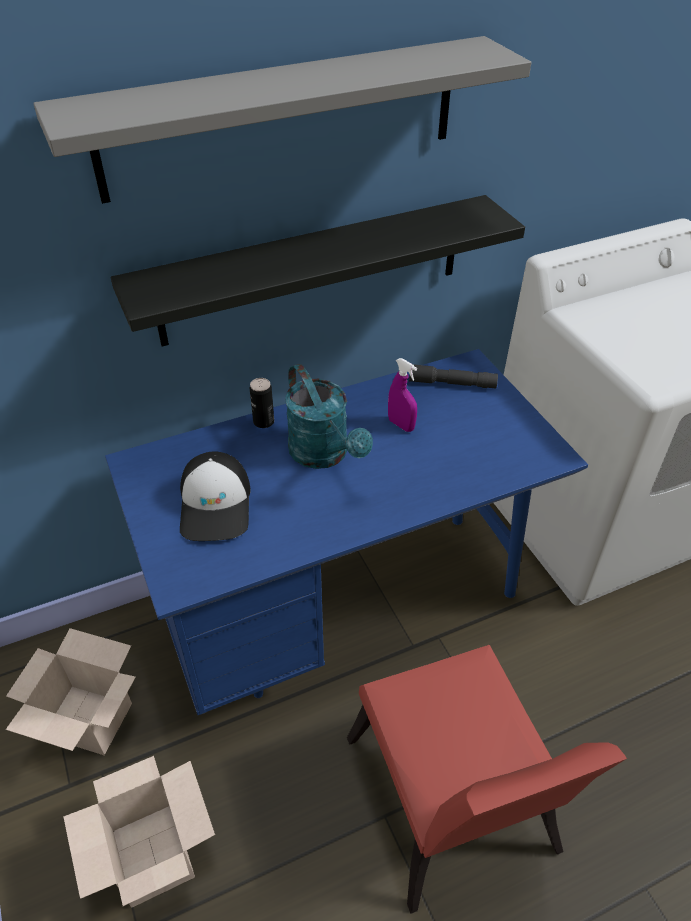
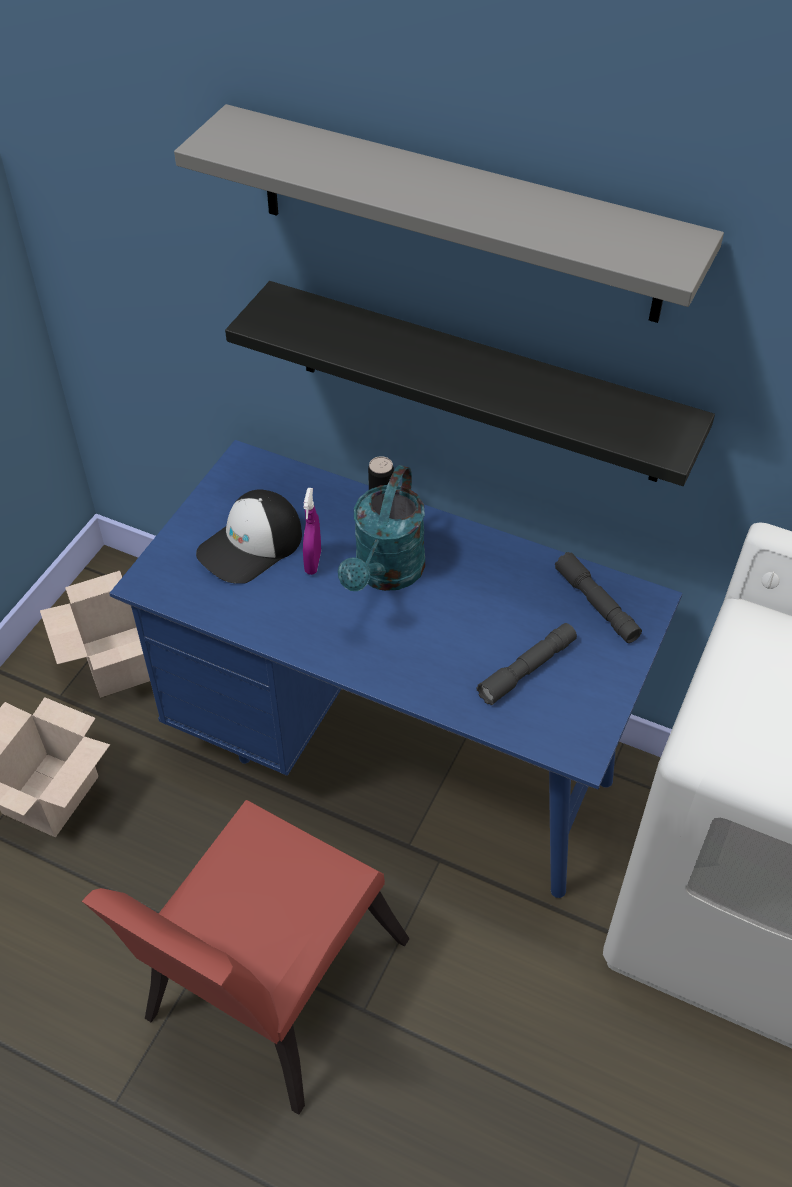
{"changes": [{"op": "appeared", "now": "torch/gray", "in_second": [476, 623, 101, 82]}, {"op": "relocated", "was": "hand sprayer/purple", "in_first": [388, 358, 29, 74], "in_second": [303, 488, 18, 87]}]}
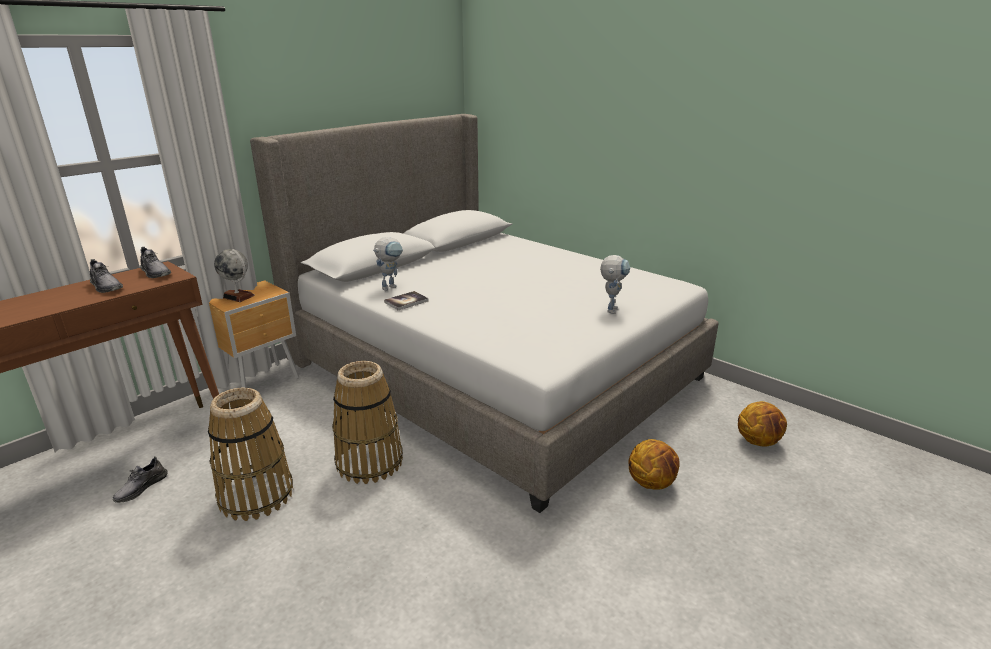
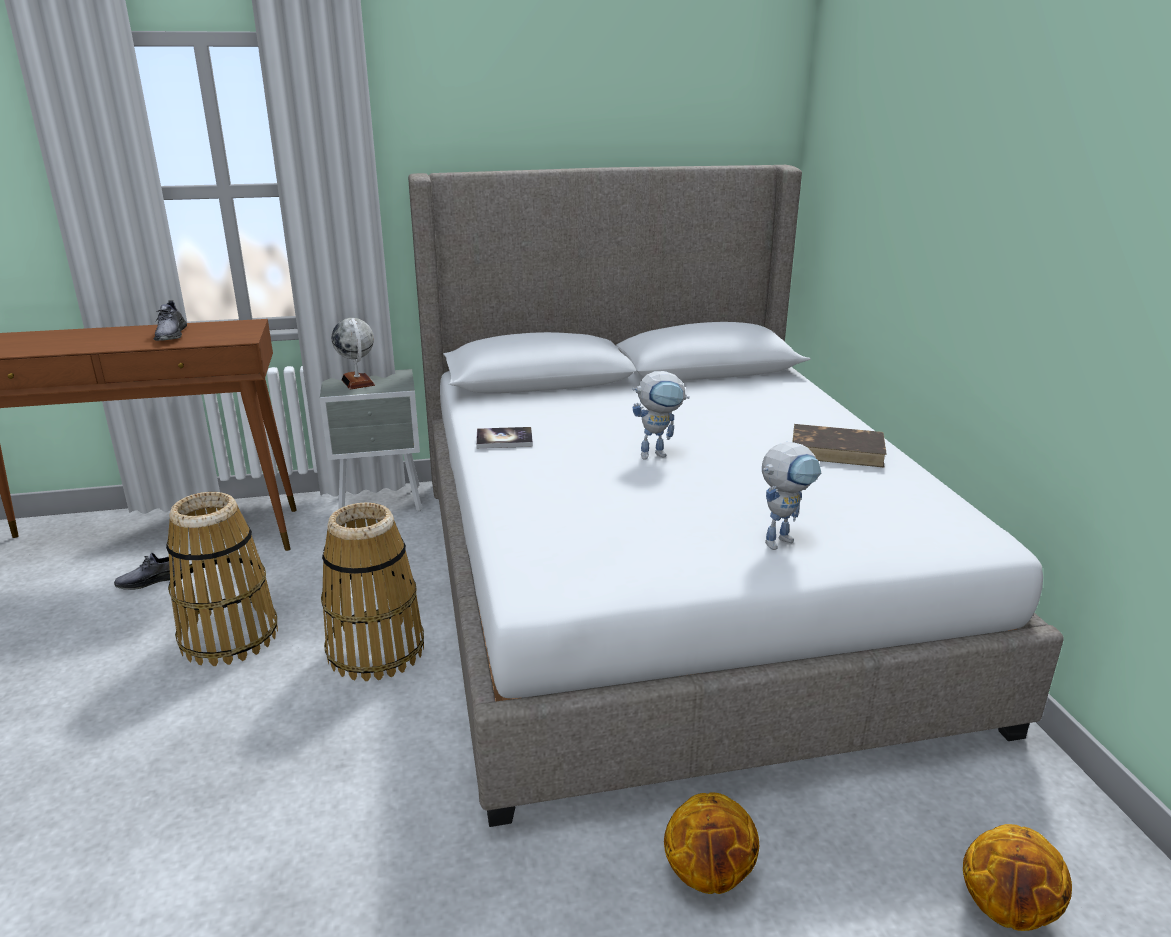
{"changes": [{"op": "missing", "was": "low shoe/gray", "in_first": [140, 247, 31, 31]}, {"op": "appeared", "now": "volume/brown-coloured", "in_second": [793, 424, 94, 44]}, {"op": "relocated", "was": "toy robot", "in_first": [373, 237, 30, 54], "in_second": [632, 371, 58, 89]}, {"op": "colour", "was": "bedside table/brown-coloured", "now": "bedside table/gray", "in_first": [209, 280, 90, 108], "in_second": [320, 369, 102, 143]}]}
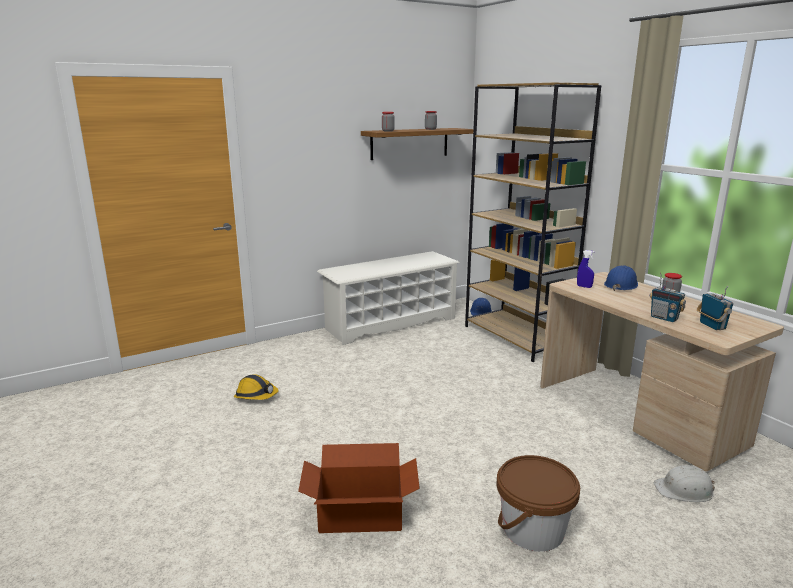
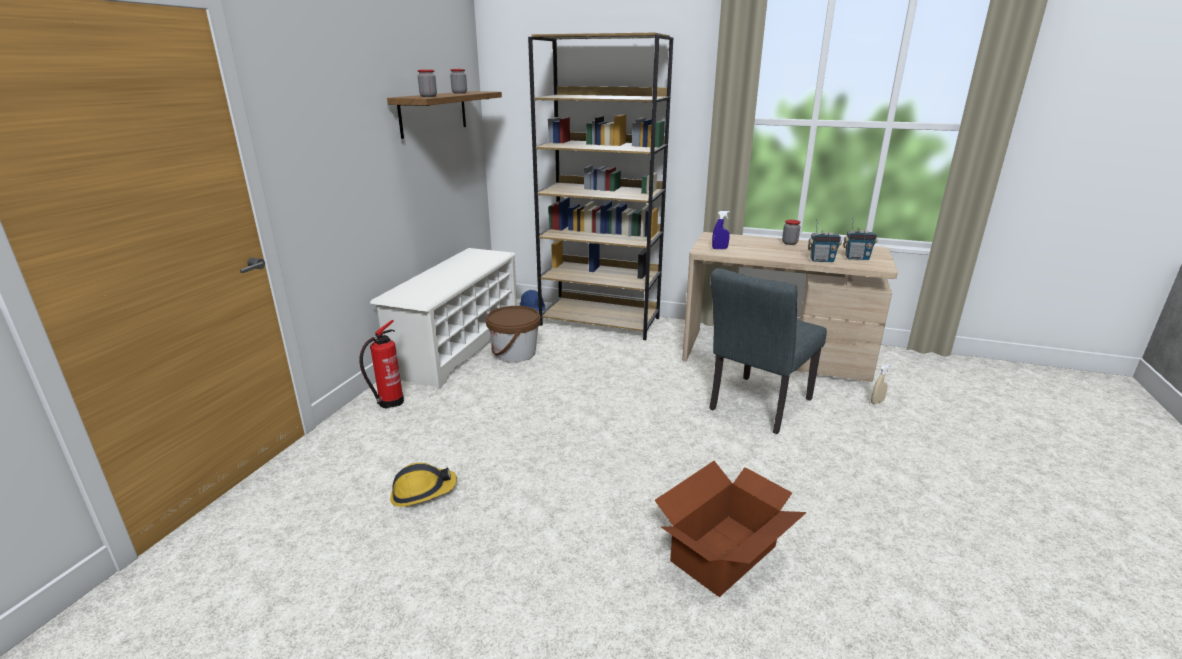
{"changes": [{"op": "missing", "was": "safety helmet/blue", "in_first": [604, 265, 34, 26]}, {"op": "appeared", "now": "extinguisher", "in_second": [359, 320, 45, 89]}, {"op": "appeared", "now": "upright chair/gray", "in_second": [709, 268, 118, 166]}, {"op": "relocated", "was": "bucket/brown-coloured", "in_first": [497, 455, 83, 97], "in_second": [486, 306, 55, 56]}, {"op": "exchanged", "was": "safety helmet/whitish", "now": "hand sprayer/beige", "in_first": [654, 465, 61, 37], "in_second": [871, 364, 20, 40]}, {"op": "spun", "was": "radio receiver", "in_first": [697, 286, 36, 44], "in_second": [843, 217, 35, 43], "clockwise": 150}]}
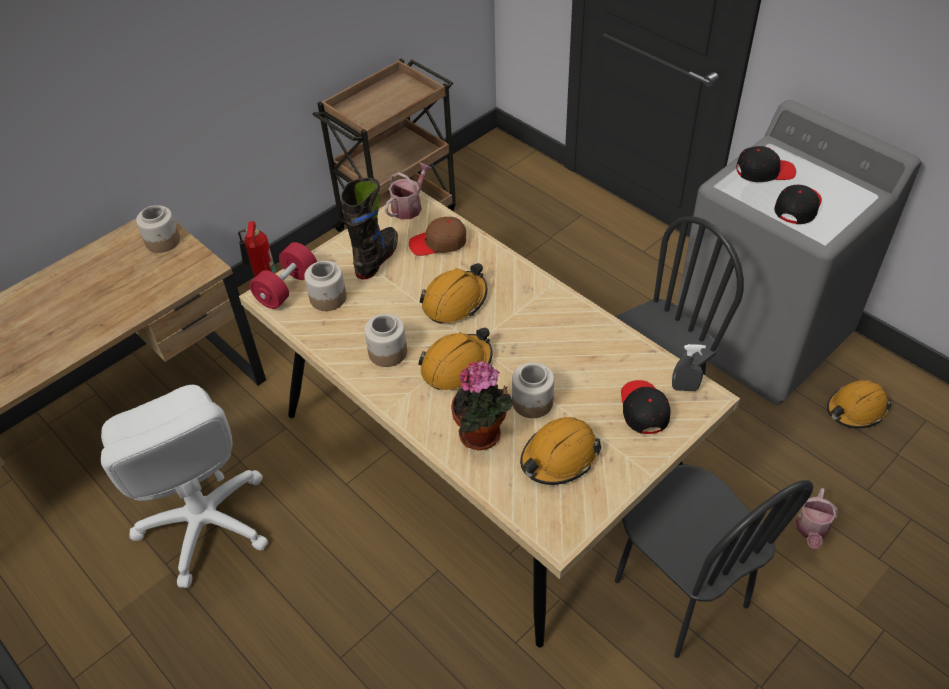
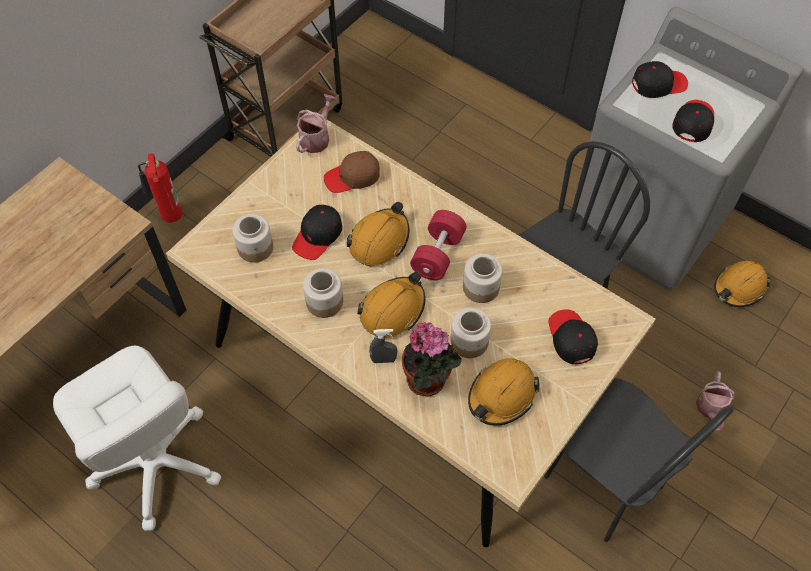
{"changes": [{"op": "missing", "was": "tall boot/blackish", "in_first": [341, 178, 57, 101]}, {"op": "appeared", "now": "cap/blackish", "in_second": [292, 205, 50, 55]}, {"op": "relocated", "was": "storage jar", "in_first": [136, 205, 44, 48], "in_second": [463, 254, 39, 49]}, {"op": "relocated", "was": "dumbbell/red", "in_first": [249, 242, 68, 67], "in_second": [410, 210, 56, 70]}, {"op": "relocated", "was": "hand sprayer/gray", "in_first": [672, 344, 34, 47], "in_second": [369, 329, 28, 34]}]}
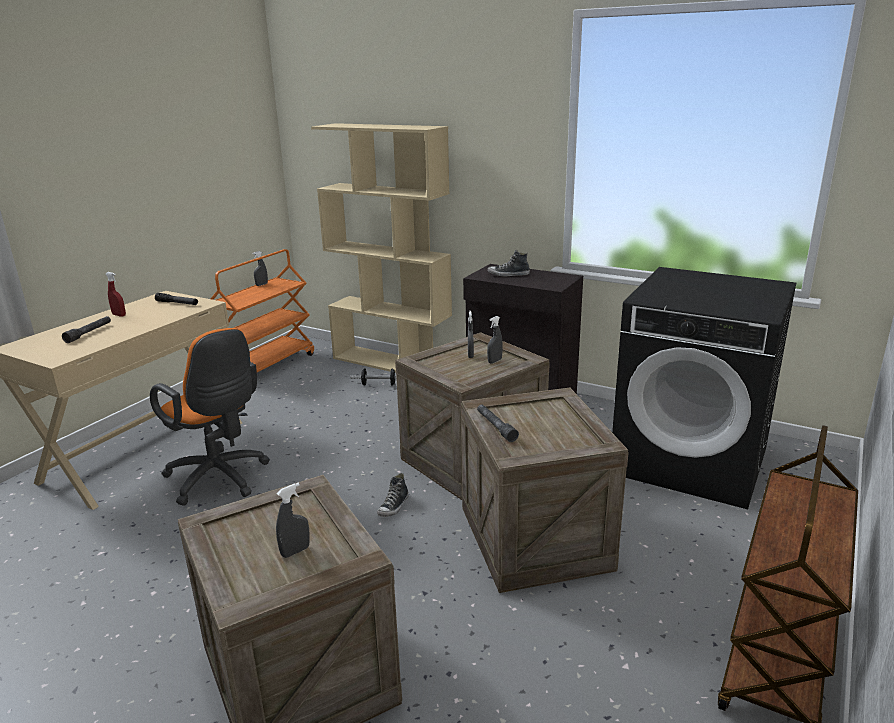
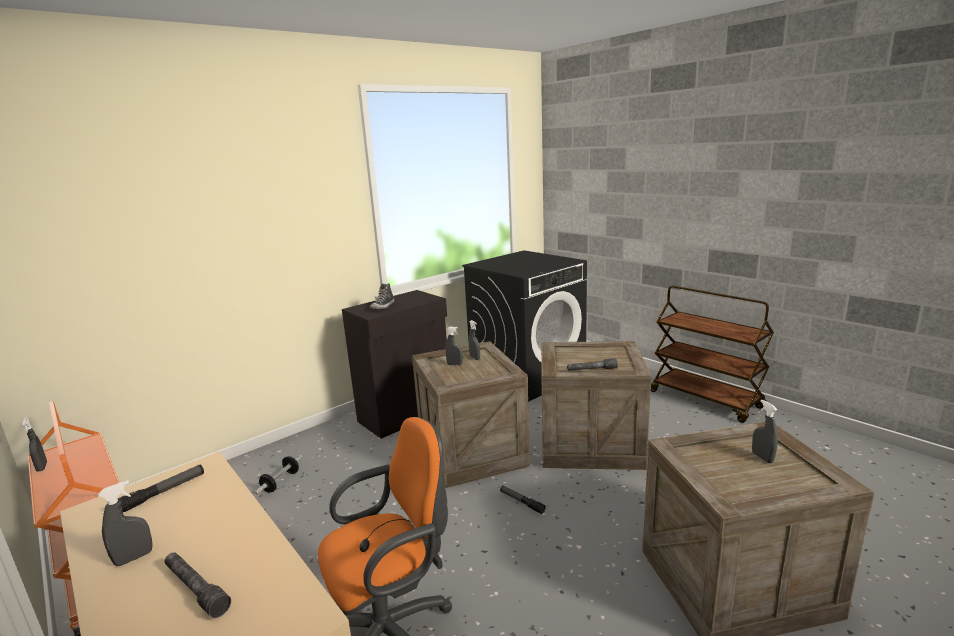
{"changes": [{"op": "missing", "was": "bookshelf/beige", "in_first": [311, 123, 141, 250]}, {"op": "exchanged", "was": "low shoe", "now": "torch", "in_first": [377, 473, 32, 44], "in_second": [500, 486, 46, 28]}, {"op": "colour", "was": "hand sprayer/red", "now": "hand sprayer/gray", "in_first": [106, 272, 20, 45], "in_second": [98, 480, 55, 86]}]}
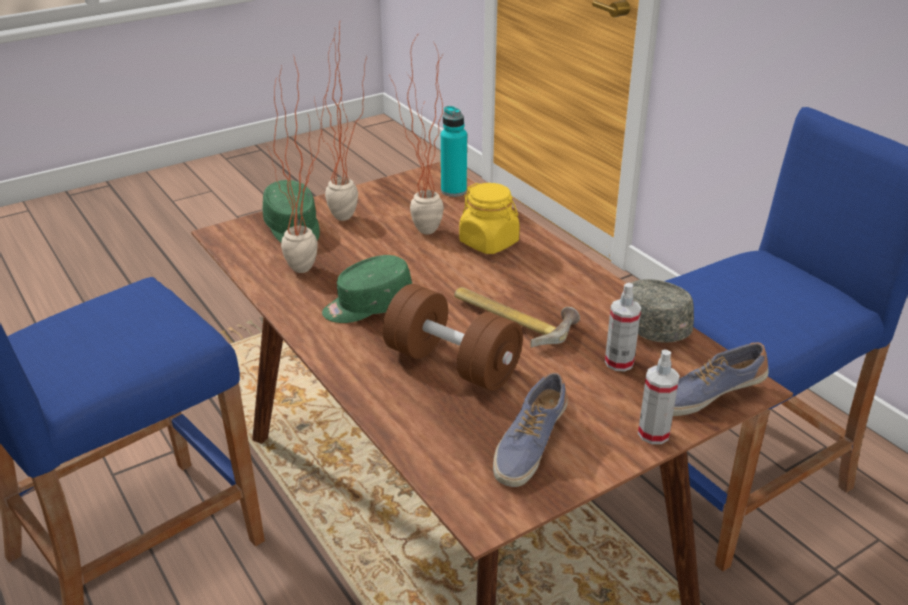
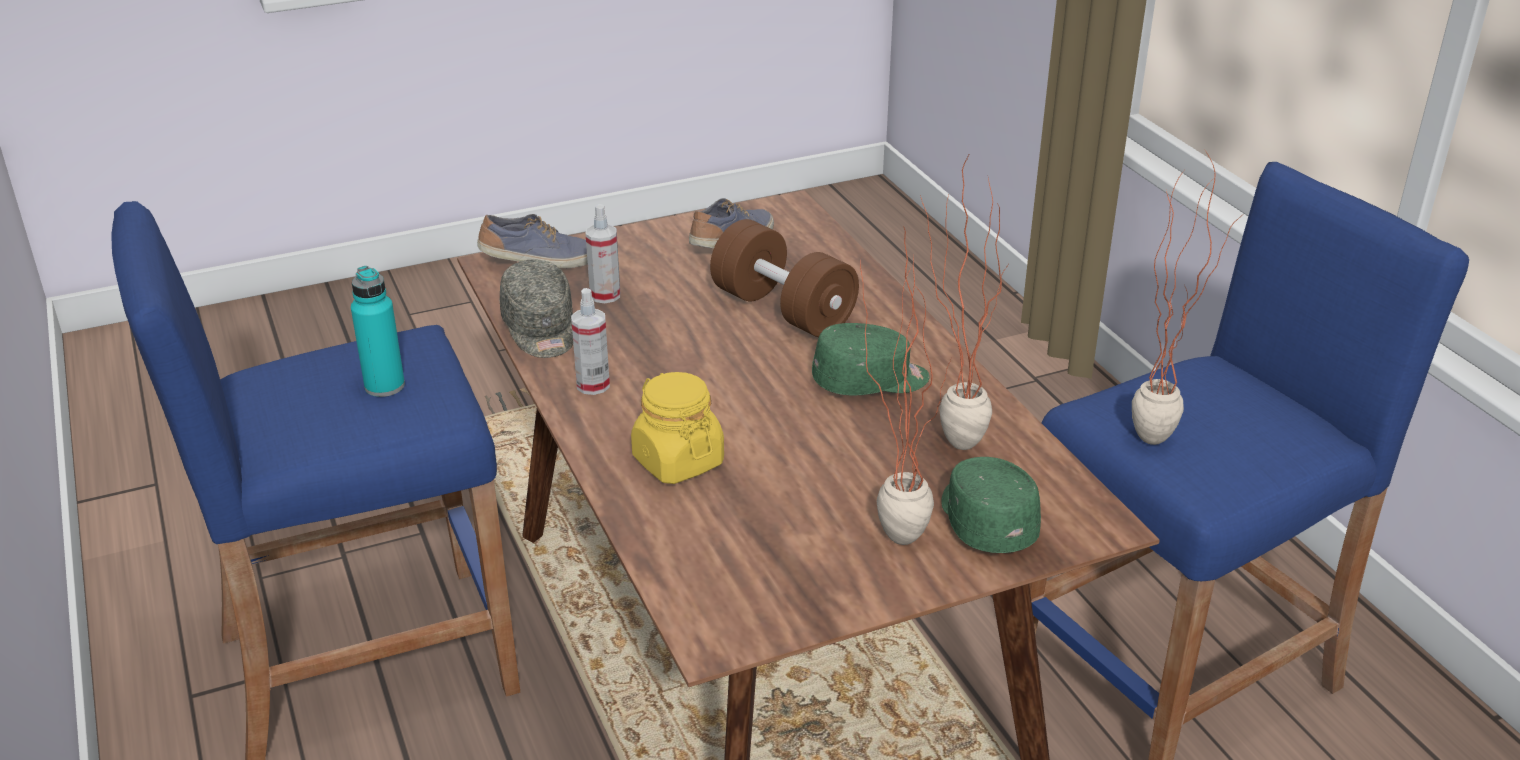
{"changes": [{"op": "missing", "was": "hammer", "in_first": [454, 287, 126, 61]}, {"op": "relocated", "was": "plant in a pot", "in_first": [389, 32, 55, 203], "in_second": [1132, 152, 109, 293]}, {"op": "relocated", "was": "beverage bottle/turquoise", "in_first": [441, 106, 26, 91], "in_second": [351, 266, 54, 131]}, {"op": "relocated", "was": "hand sprayer", "in_first": [638, 349, 42, 95], "in_second": [571, 288, 39, 107]}]}
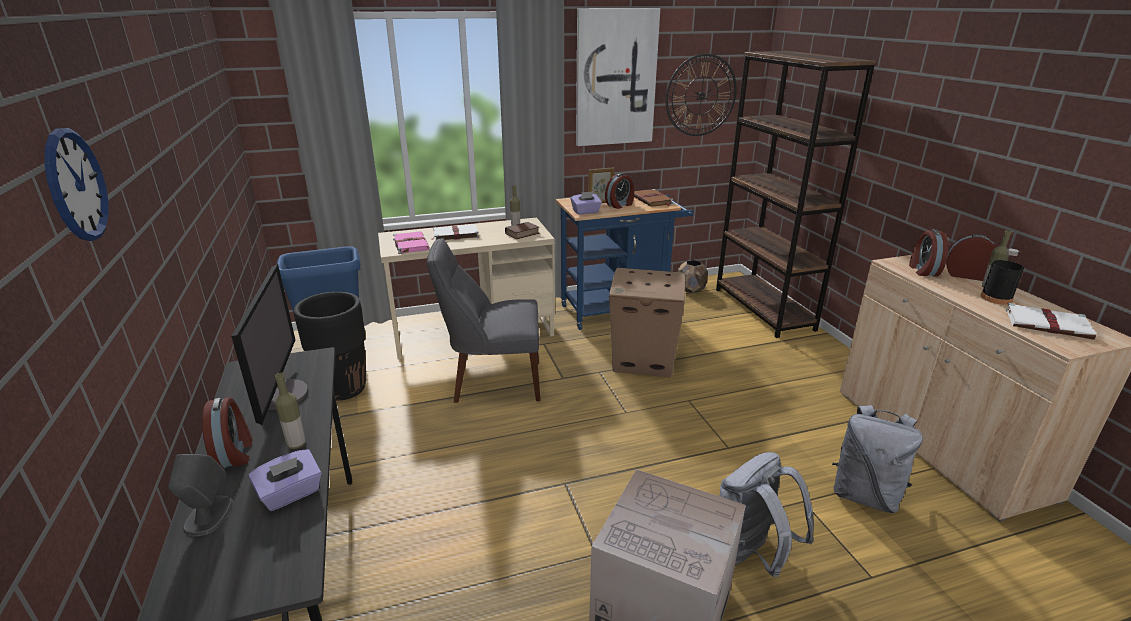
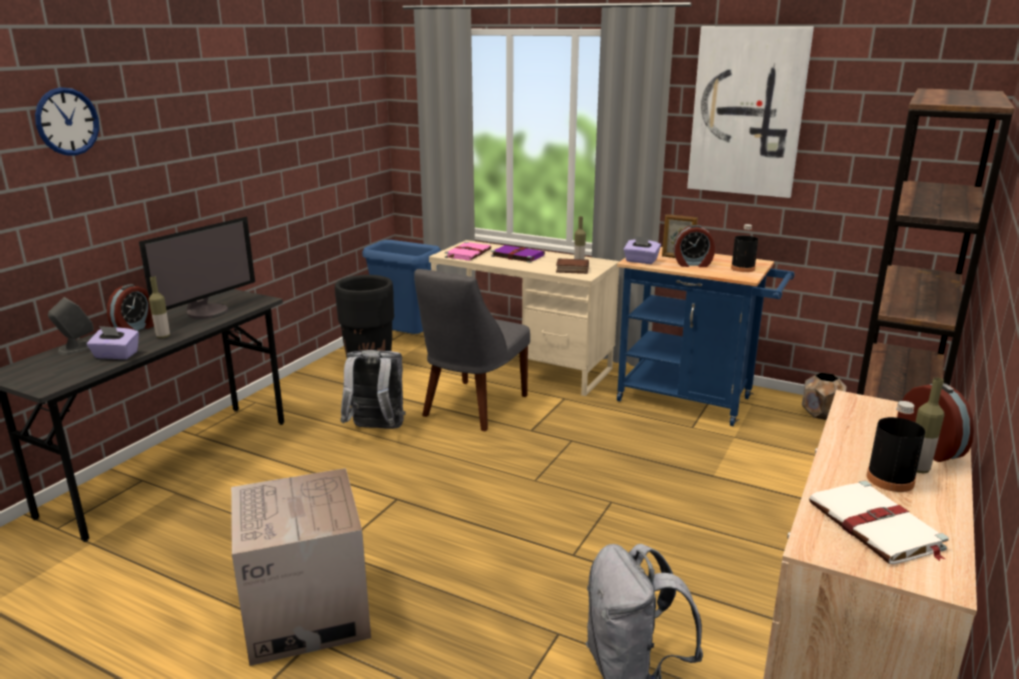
{"changes": [{"op": "missing", "was": "carton", "in_first": [609, 268, 76, 109]}, {"op": "missing", "was": "clock on the wall", "in_first": [666, 54, 71, 82]}, {"op": "missing", "was": "bedside clock", "in_first": [909, 229, 39, 48]}, {"op": "relocated", "was": "rucksack/gray", "in_first": [719, 452, 95, 125], "in_second": [340, 350, 66, 79]}, {"op": "exchanged", "was": "volume/brown-coloured", "now": "beverage bottle/blackish", "in_first": [634, 189, 39, 18], "in_second": [731, 224, 27, 48]}, {"op": "colour", "was": "volume/whitish", "now": "volume/purple", "in_first": [431, 224, 48, 17], "in_second": [490, 245, 55, 18]}, {"op": "spun", "was": "upright chair/gray", "in_first": [427, 238, 113, 165], "in_second": [414, 269, 116, 162], "clockwise": -105}]}
